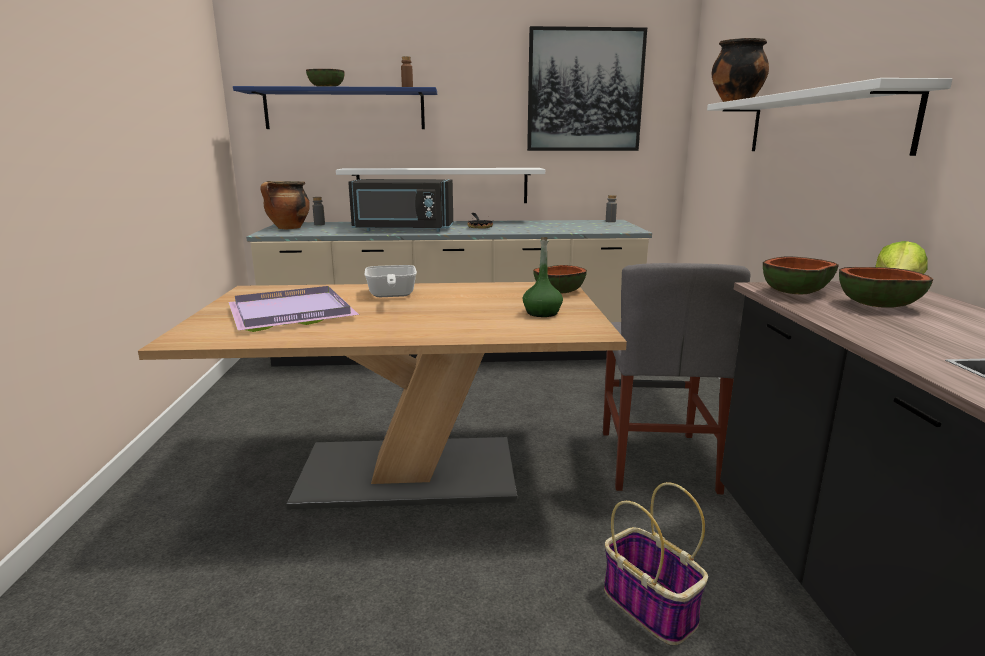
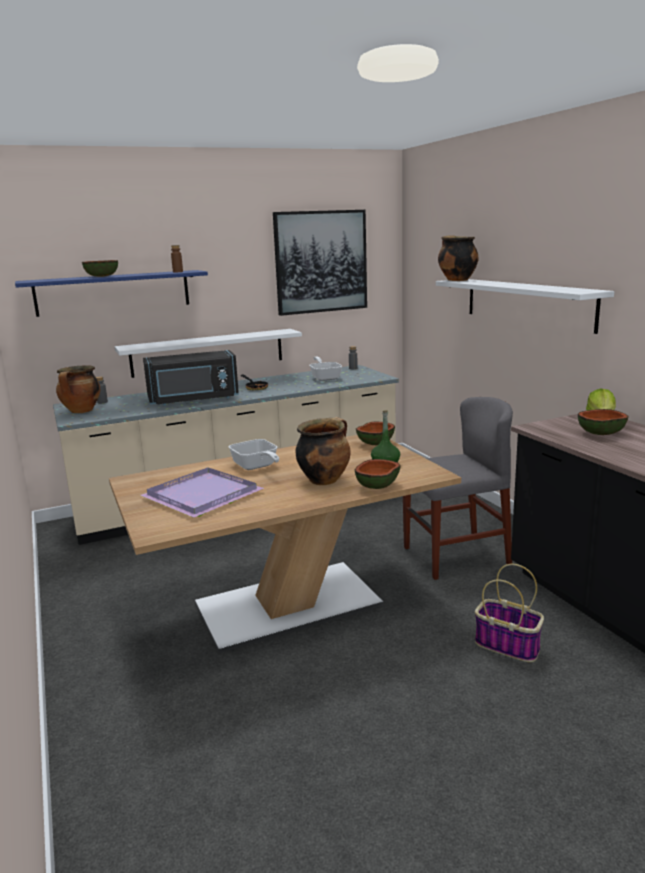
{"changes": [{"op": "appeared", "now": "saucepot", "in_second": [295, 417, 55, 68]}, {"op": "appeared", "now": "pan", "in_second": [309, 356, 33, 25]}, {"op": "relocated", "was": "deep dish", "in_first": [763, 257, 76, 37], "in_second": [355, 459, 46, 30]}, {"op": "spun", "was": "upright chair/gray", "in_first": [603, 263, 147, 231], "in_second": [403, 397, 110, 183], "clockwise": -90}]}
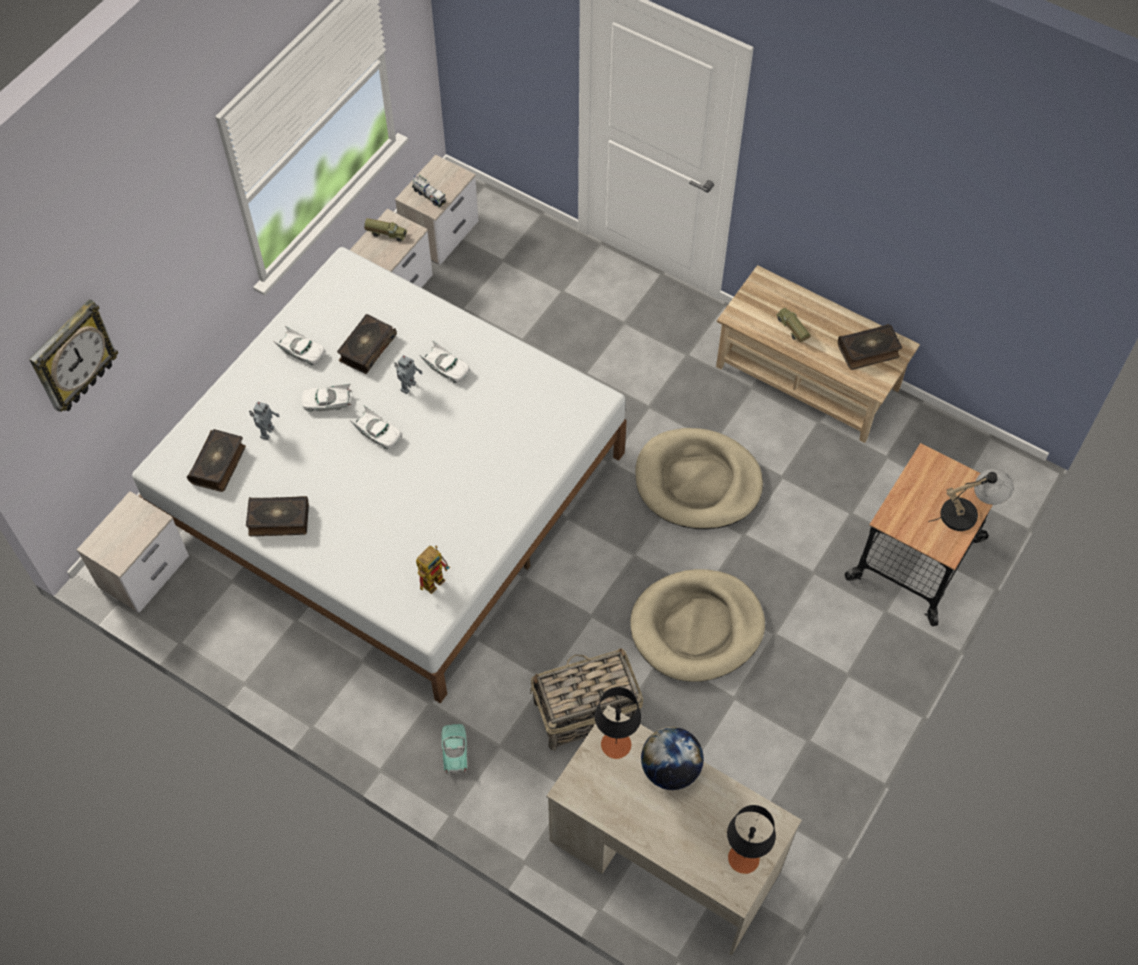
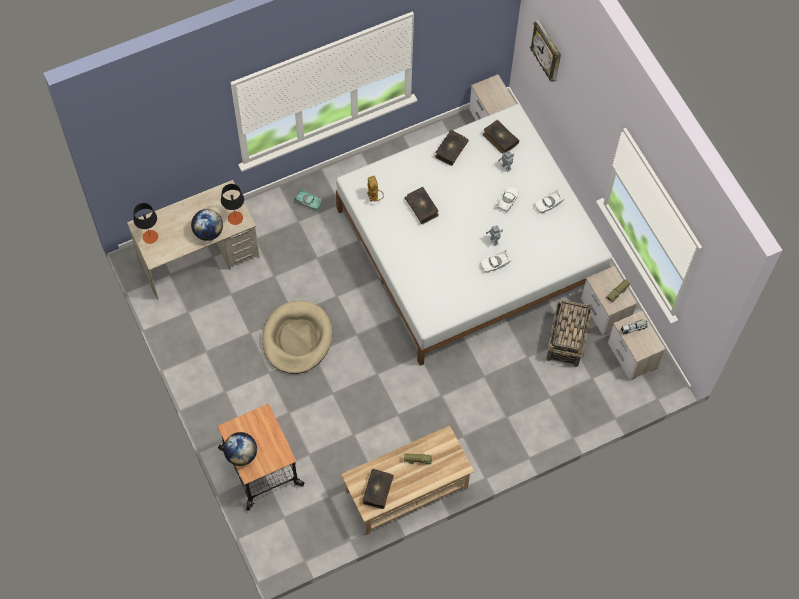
{"changes": [{"op": "missing", "was": "model car/whitish", "in_first": [352, 406, 49, 43]}, {"op": "missing", "was": "dog cushion/beige", "in_first": [635, 428, 128, 101]}, {"op": "relocated", "was": "volume", "in_first": [337, 314, 60, 60], "in_second": [405, 187, 34, 37]}, {"op": "relocated", "was": "household basket", "in_first": [530, 648, 113, 102], "in_second": [546, 300, 46, 67]}, {"op": "exchanged", "was": "lamp for a table", "now": "world globe", "in_first": [928, 469, 86, 62], "in_second": [223, 432, 34, 34]}]}
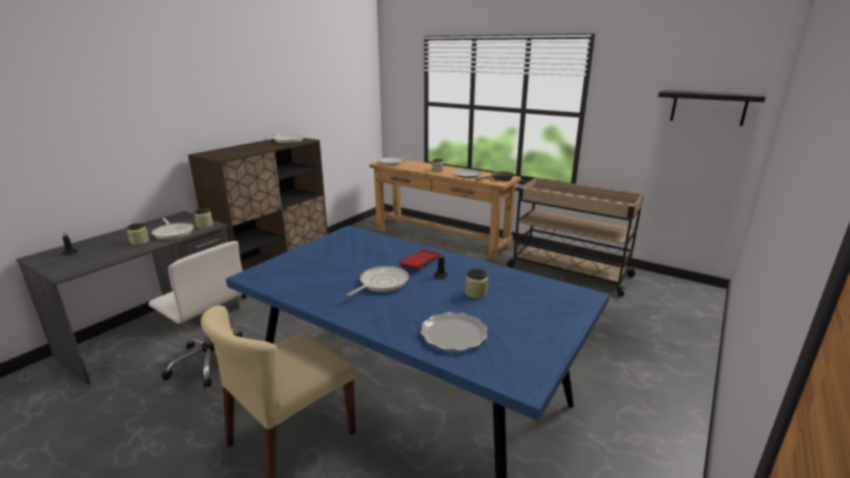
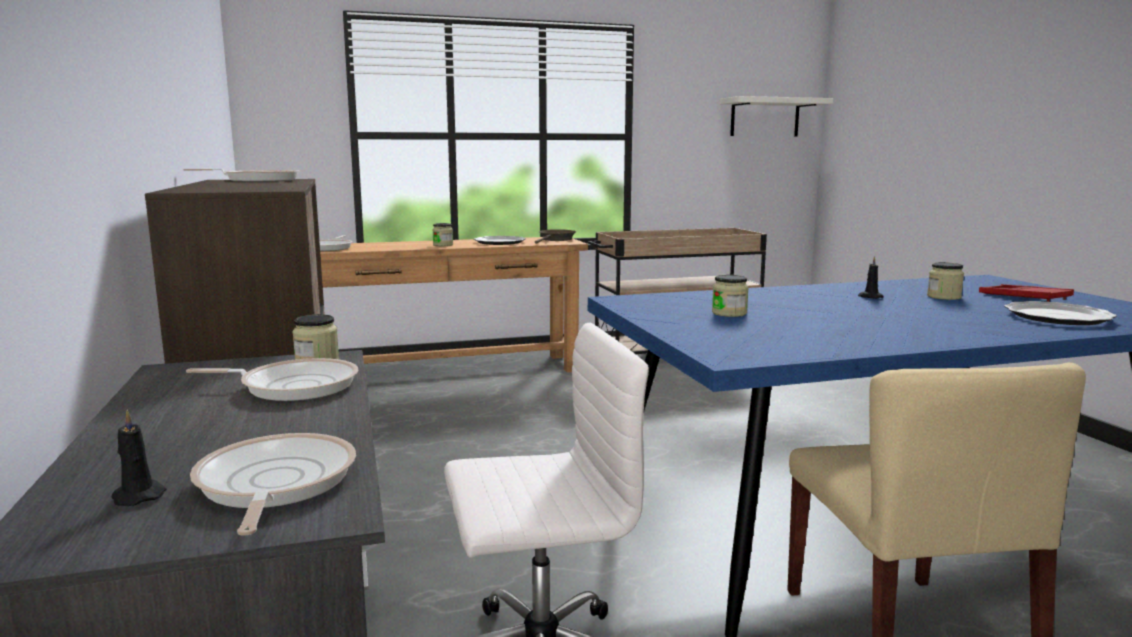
{"changes": [{"op": "relocated", "was": "storage jar", "in_first": [127, 223, 22, 22], "in_second": [712, 275, 37, 42]}, {"op": "relocated", "was": "pan", "in_first": [347, 266, 62, 30], "in_second": [190, 433, 166, 103]}, {"op": "relocated", "was": "tray/red", "in_first": [399, 249, 41, 22], "in_second": [979, 284, 95, 18]}, {"op": "colour", "was": "wall shelf/blackish", "now": "wall shelf/whitish", "in_first": [658, 90, 108, 36], "in_second": [720, 96, 113, 40]}]}
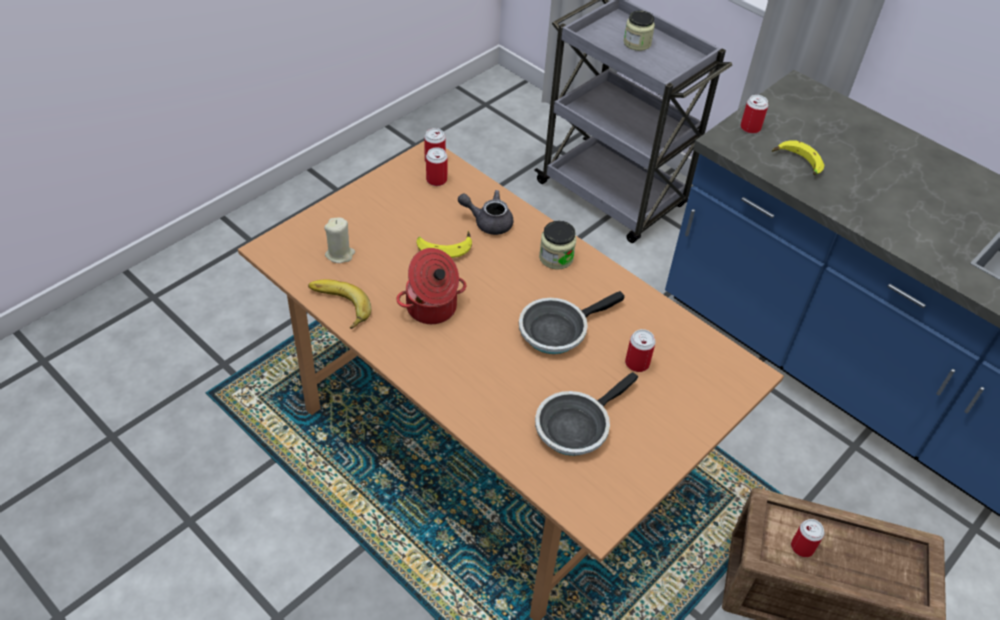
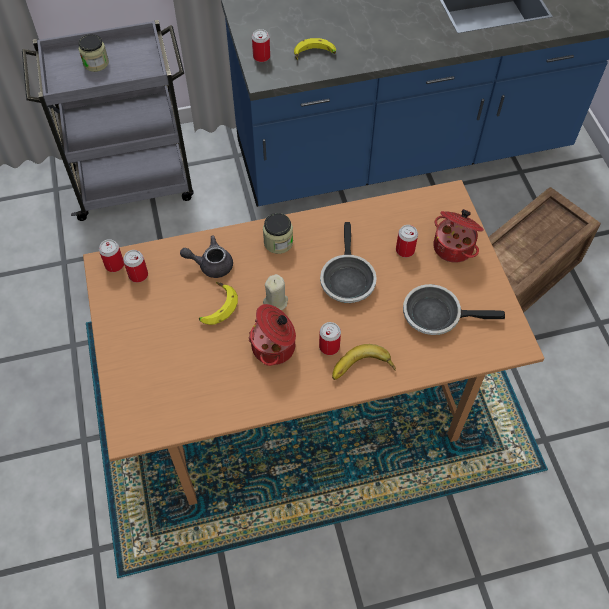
{"changes": [{"op": "appeared", "now": "saucepot", "in_second": [433, 209, 51, 54]}, {"op": "relocated", "was": "whole banana", "in_first": [308, 279, 63, 50], "in_second": [332, 344, 64, 36]}, {"op": "relocated", "was": "wax candle/beige", "in_first": [324, 217, 31, 46], "in_second": [263, 274, 25, 36]}, {"op": "relocated", "was": "sealed can", "in_first": [791, 519, 33, 38], "in_second": [319, 322, 22, 33]}, {"op": "spun", "was": "teapot/gray", "in_first": [458, 190, 56, 45], "in_second": [180, 236, 53, 42], "clockwise": 45}, {"op": "spun", "was": "pan", "in_first": [535, 372, 103, 84], "in_second": [403, 284, 102, 51], "clockwise": 105}]}
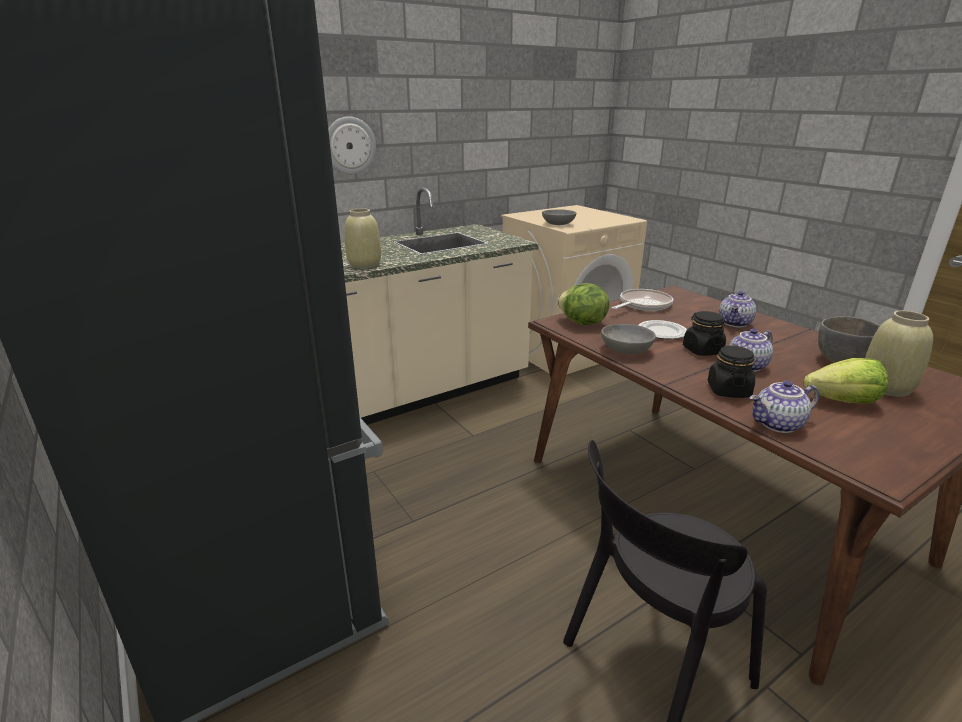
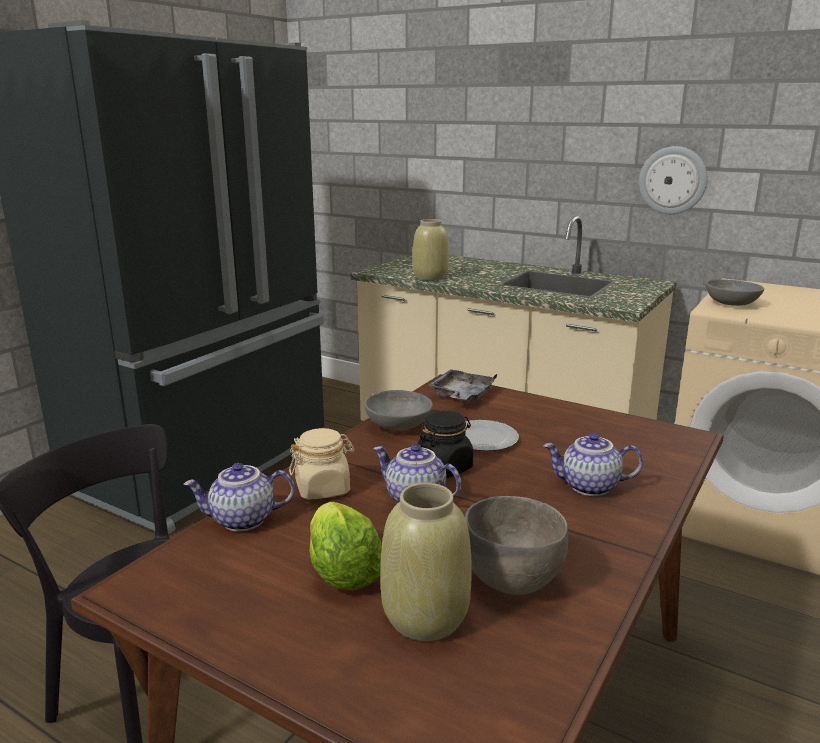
{"changes": [{"op": "missing", "was": "pan", "in_first": [612, 289, 61, 22]}, {"op": "relocated", "was": "clock on the wall", "in_first": [328, 116, 48, 58], "in_second": [639, 146, 69, 68]}, {"op": "exchanged", "was": "head of lettuce", "now": "tray/gray", "in_first": [558, 283, 51, 42], "in_second": [428, 370, 69, 32]}, {"op": "colour", "was": "storage jar/blackish", "now": "storage jar/beige", "in_first": [708, 346, 47, 52], "in_second": [289, 428, 66, 72]}, {"op": "spun", "was": "teapot", "in_first": [749, 381, 70, 52], "in_second": [183, 463, 112, 69], "clockwise": -60}]}
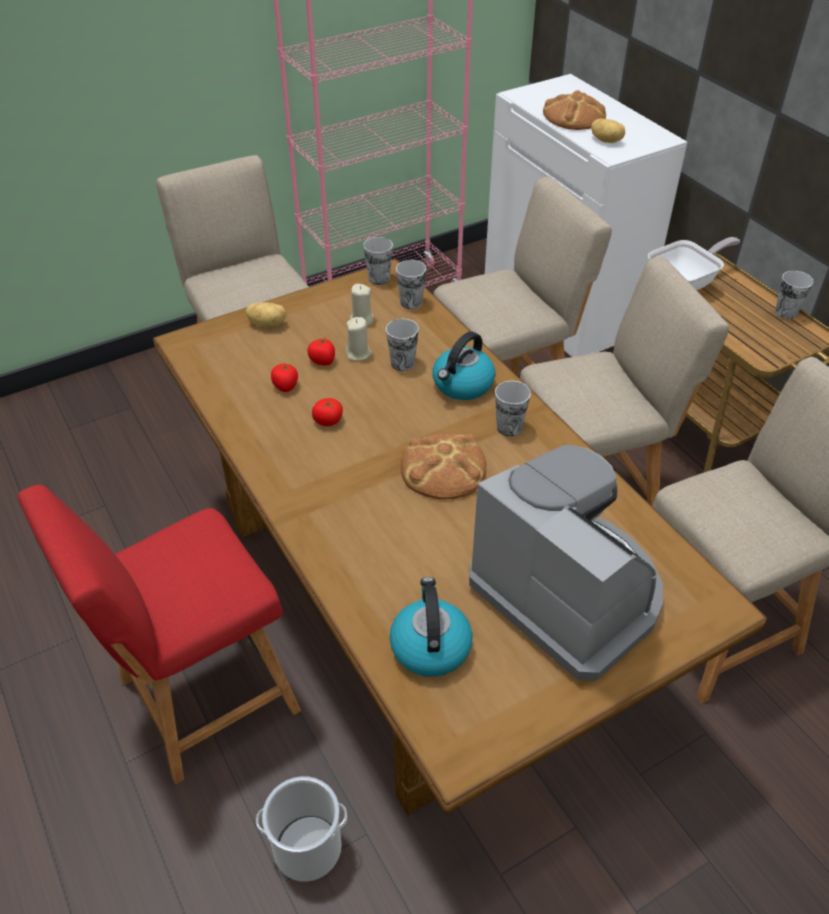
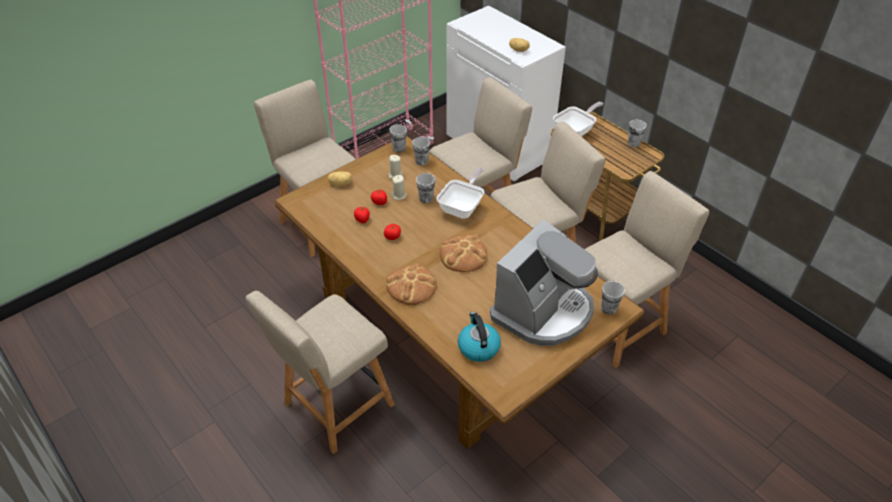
{"changes": [{"op": "missing", "was": "bucket", "in_first": [256, 776, 91, 106]}, {"op": "relocated", "was": "cup", "in_first": [495, 381, 36, 55], "in_second": [601, 281, 24, 34]}, {"op": "relocated", "was": "baked bread", "in_first": [543, 90, 63, 40], "in_second": [386, 263, 51, 42]}, {"op": "exchanged", "was": "tea kettle", "now": "pan", "in_first": [432, 331, 63, 69], "in_second": [437, 167, 47, 52]}, {"op": "colour", "was": "upright chair/red", "now": "upright chair/beige", "in_first": [17, 485, 284, 299], "in_second": [245, 291, 150, 163]}, {"op": "spun", "was": "coffee maker", "in_first": [469, 445, 194, 236], "in_second": [490, 219, 108, 127], "clockwise": 90}]}
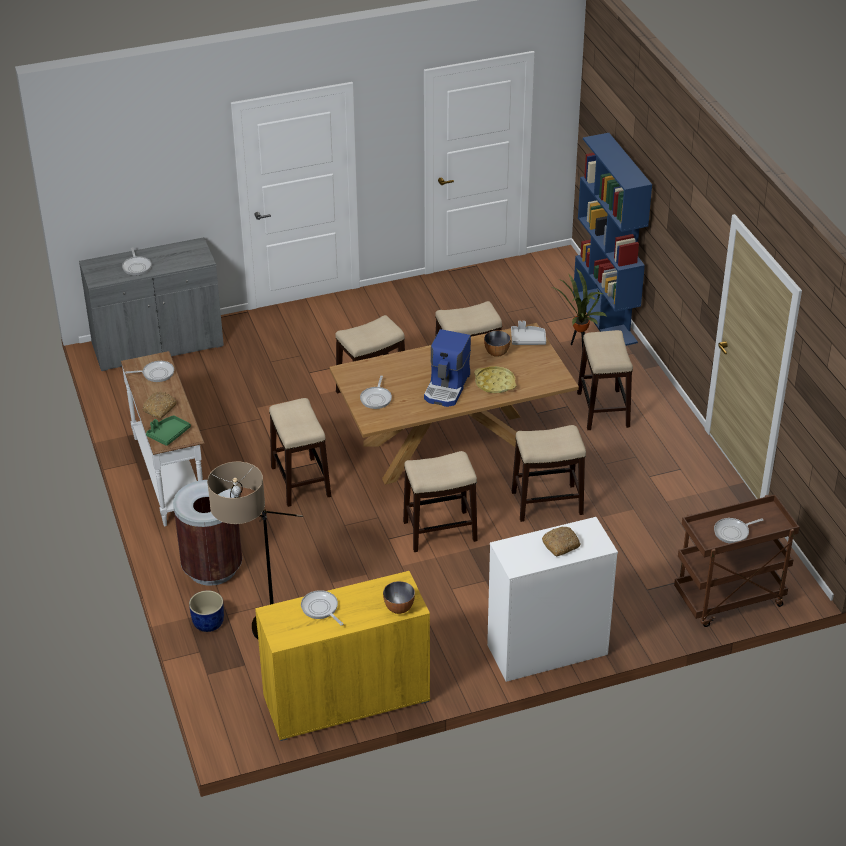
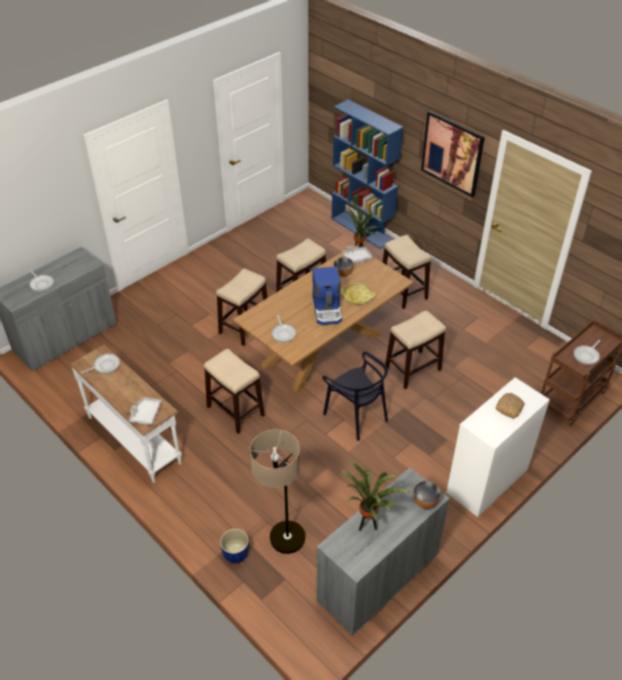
{"changes": [{"op": "missing", "was": "baked bread", "in_first": [143, 392, 34, 26]}, {"op": "missing", "was": "trash can/brown-coloured", "in_first": [173, 480, 69, 106]}, {"op": "appeared", "now": "picture", "in_second": [421, 110, 64, 88]}, {"op": "exchanged", "was": "pan", "now": "plant in a pot", "in_first": [301, 590, 42, 35], "in_second": [339, 461, 72, 70]}, {"op": "exchanged", "was": "stool", "now": "upright chair/blackish", "in_first": [403, 451, 75, 101], "in_second": [322, 352, 66, 89]}, {"op": "colour", "was": "tray/greenish", "now": "tray/gray", "in_first": [146, 416, 45, 30], "in_second": [129, 397, 32, 28]}, {"op": "colour", "was": "cabinet/yellow", "now": "cabinet/gray", "in_first": [255, 571, 175, 170], "in_second": [316, 467, 134, 169]}]}
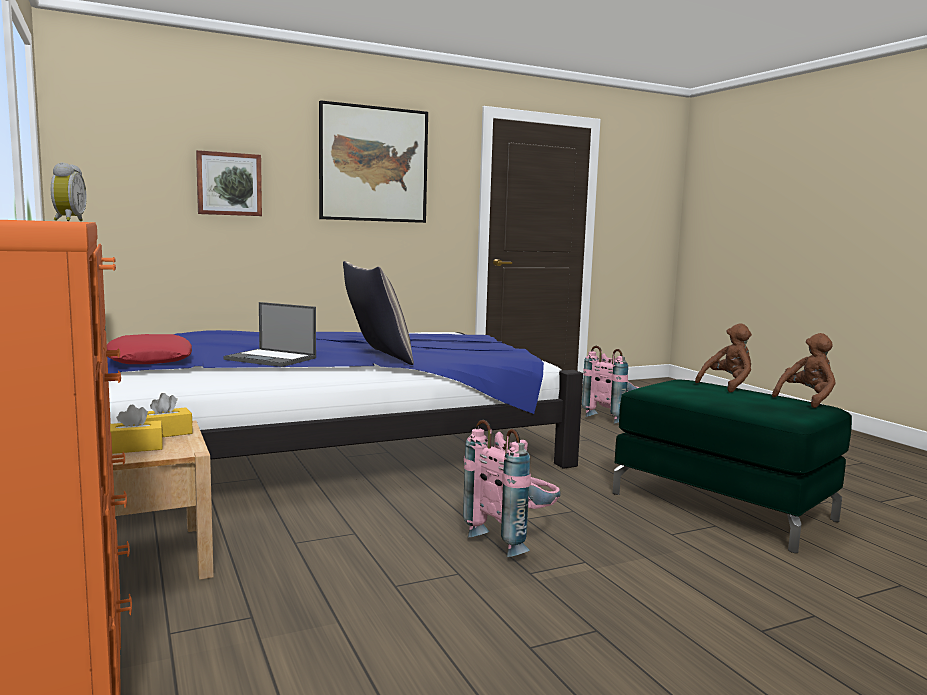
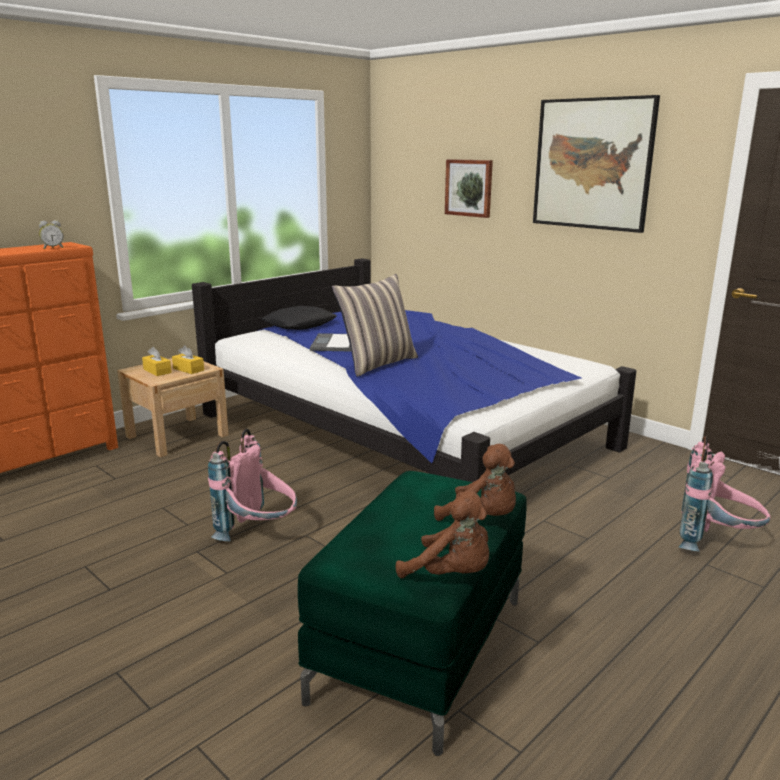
{"changes": [{"op": "colour", "was": "pillow/red", "now": "pillow/blackish", "in_first": [107, 334, 85, 30], "in_second": [262, 306, 75, 24]}]}
